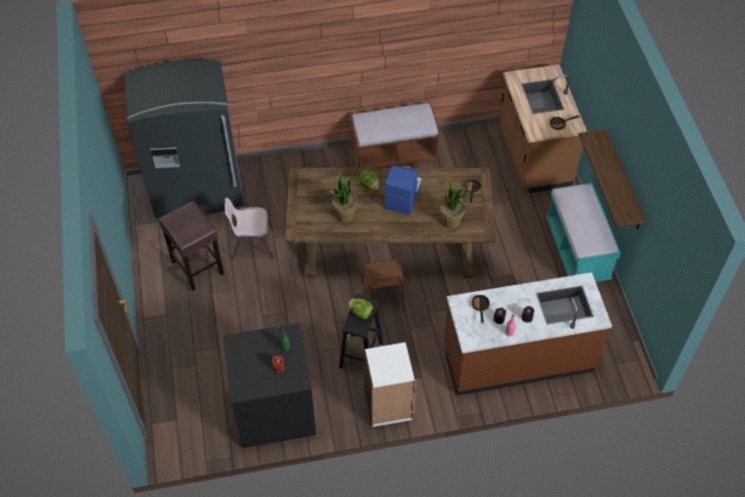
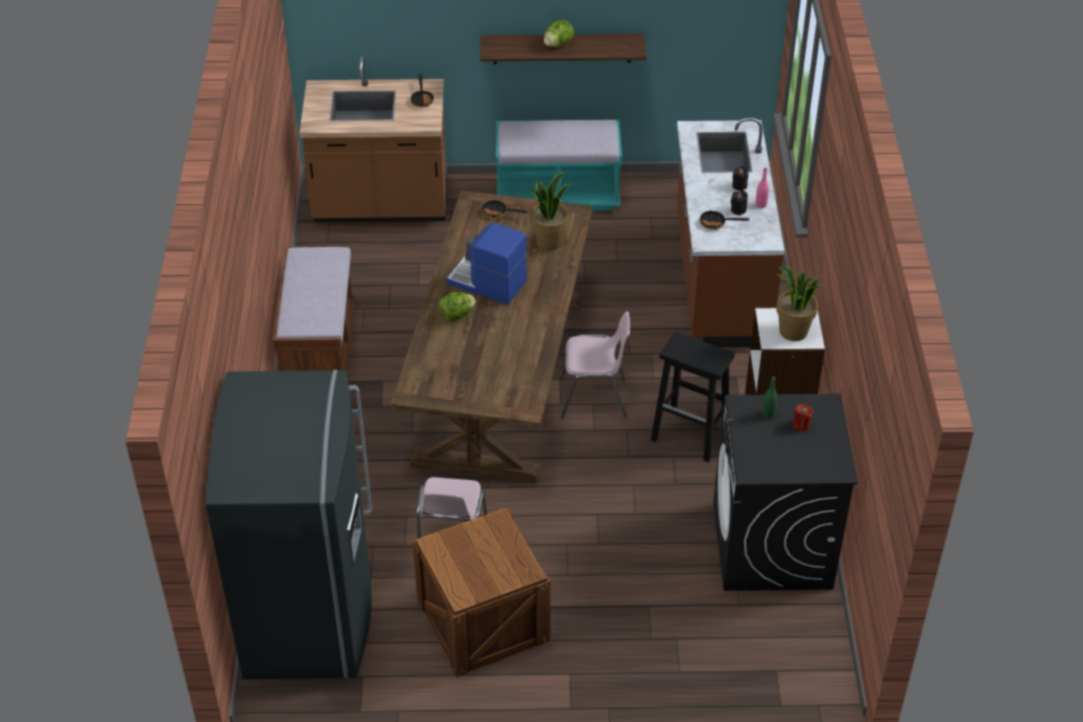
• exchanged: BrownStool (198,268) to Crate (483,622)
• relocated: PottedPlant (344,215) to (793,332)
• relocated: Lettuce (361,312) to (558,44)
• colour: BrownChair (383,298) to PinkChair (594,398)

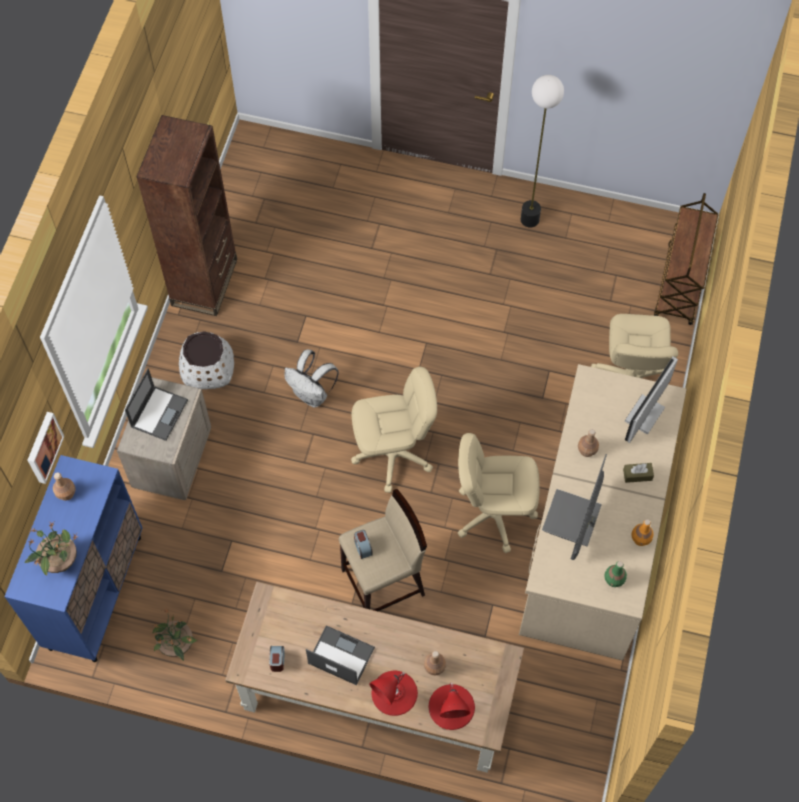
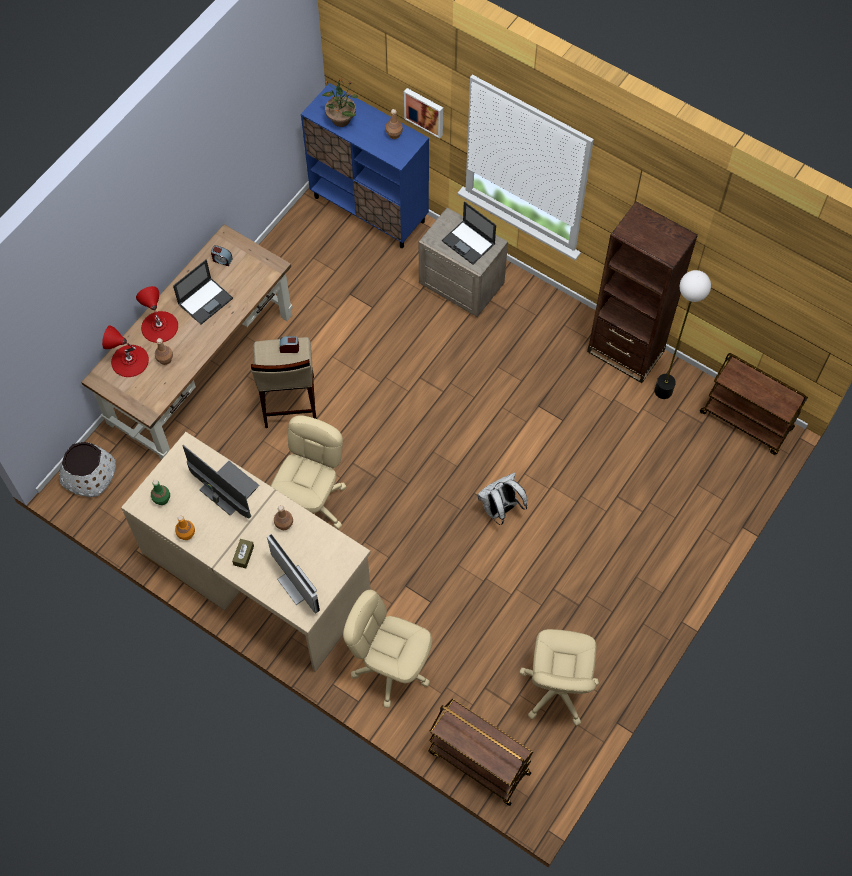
• missing: PottedPlant (177,645)
• relocated: WhitePlanter (207,367) to (89,475)
• relocated: WhiteBackpack (312,394) to (500,509)
• relocated: BeigeOfficeChair (393,455) to (557,689)
• relocated: FloorLamp (530,219) to (663,391)
• appeared: BrownCart (747,421)

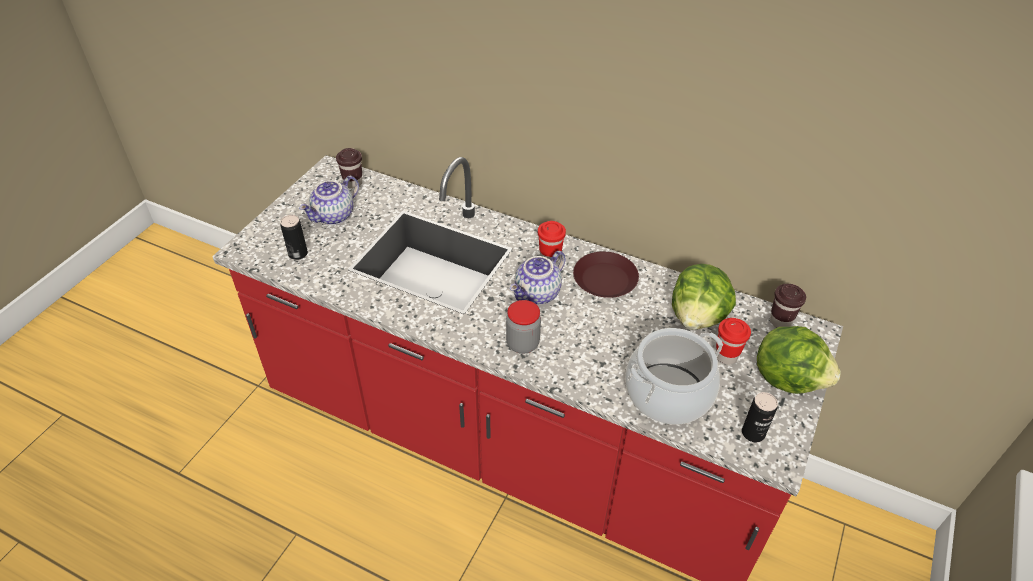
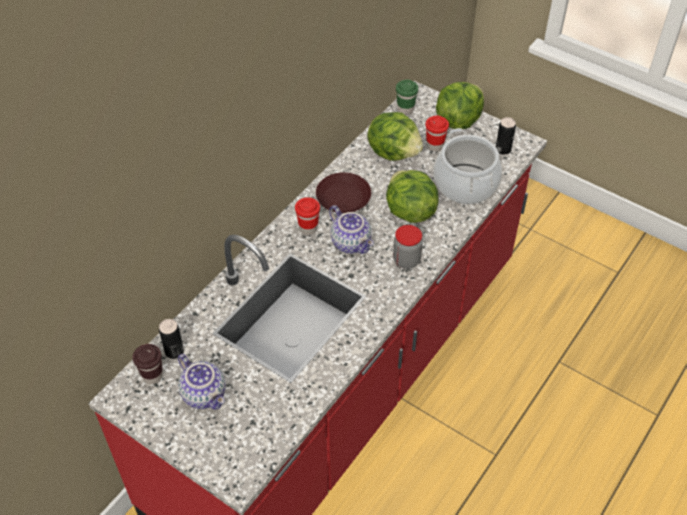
• relocated: Can (298,254) to (174,351)
• colour: BrownCup (780,321) to GreenCup (405,109)
• appeared: Lettuce (409,211)

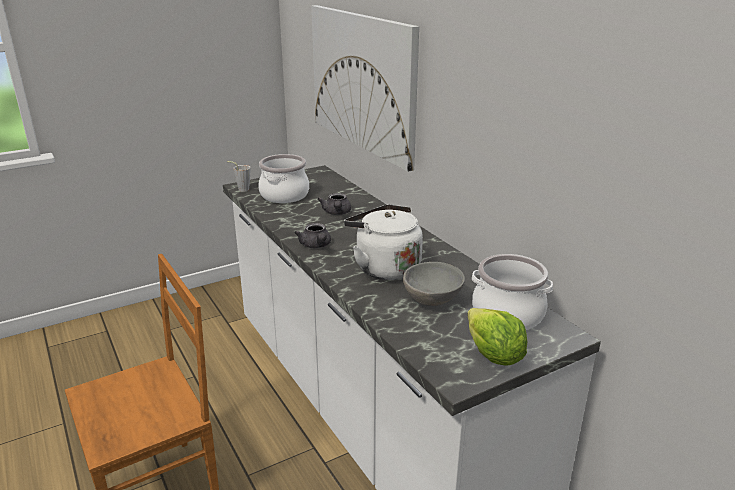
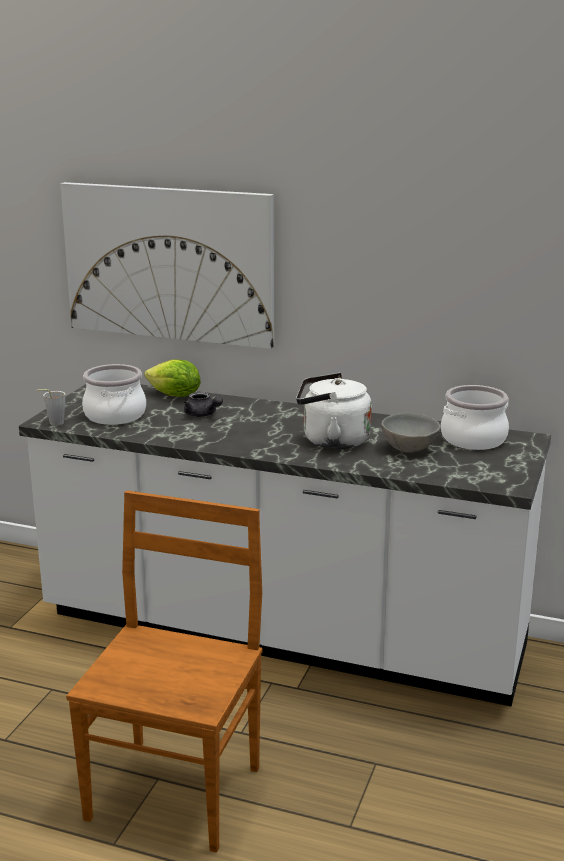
• missing: GreyTeapot (316,246)
• relocated: Lettuce (493,355) to (175,396)

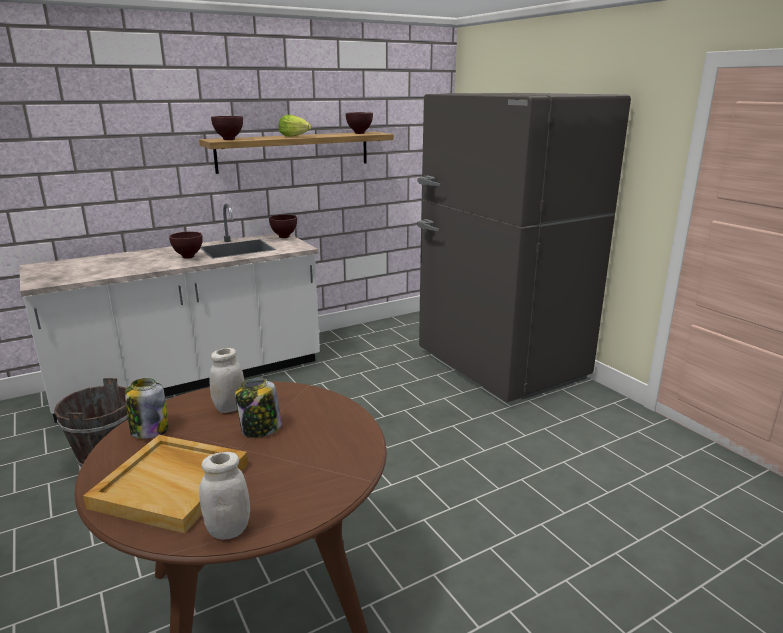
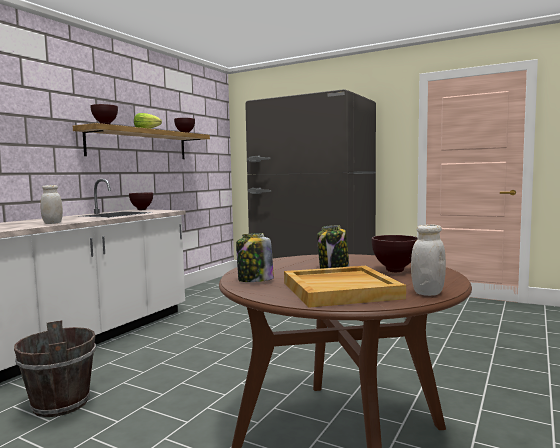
• relocated: BrownBowl (189,257) to (396,271)
• relocated: WhiteJar (230,408) to (53,223)

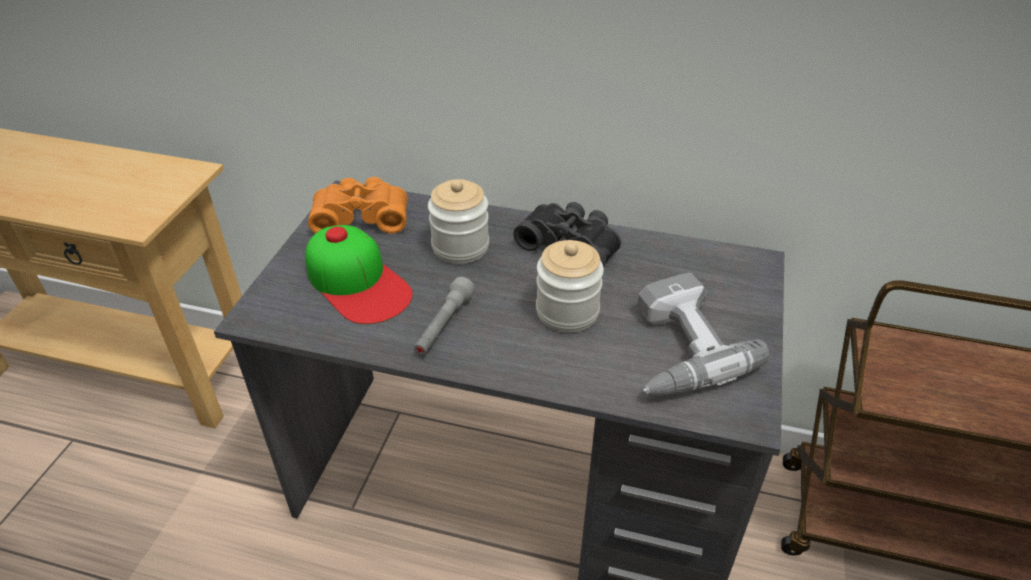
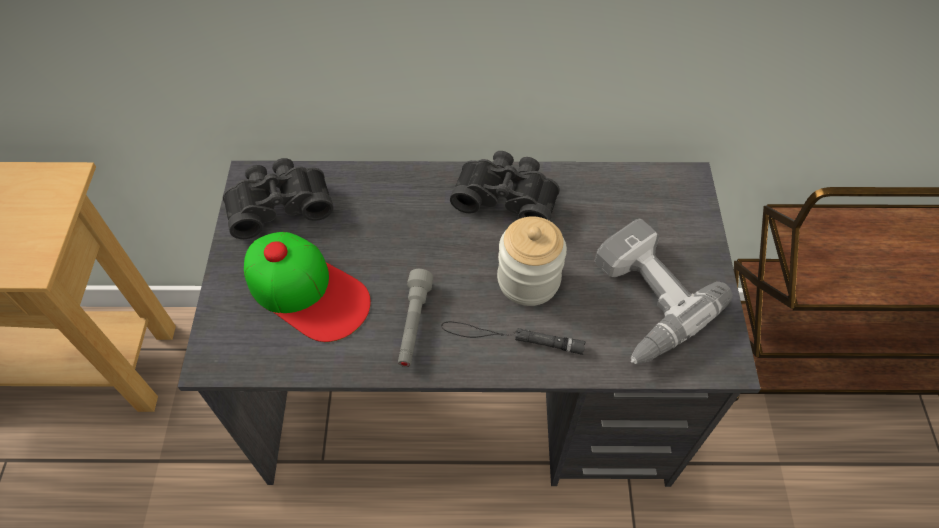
• colour: OrangeBinoculars (361,216) to BlackBinoculars (279,204)
• missing: Jar (460,247)
• appeared: BlackFlashlight (511,338)

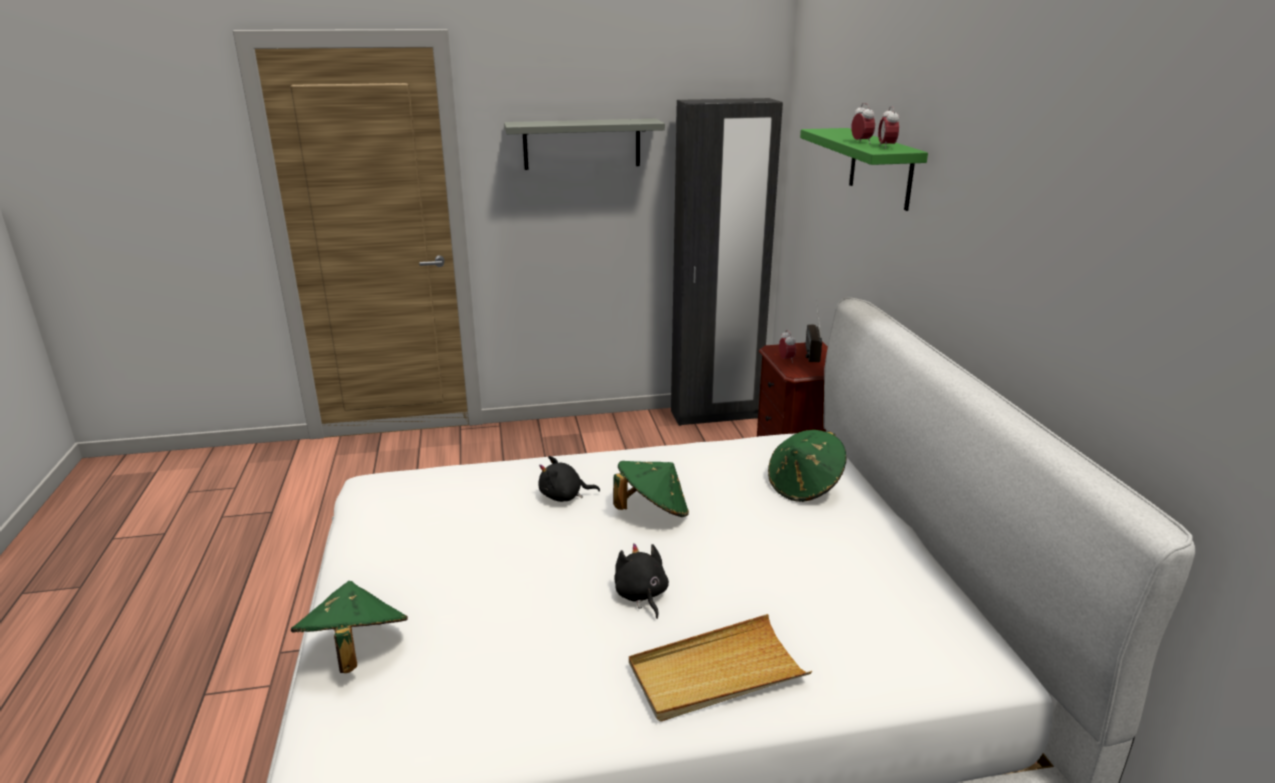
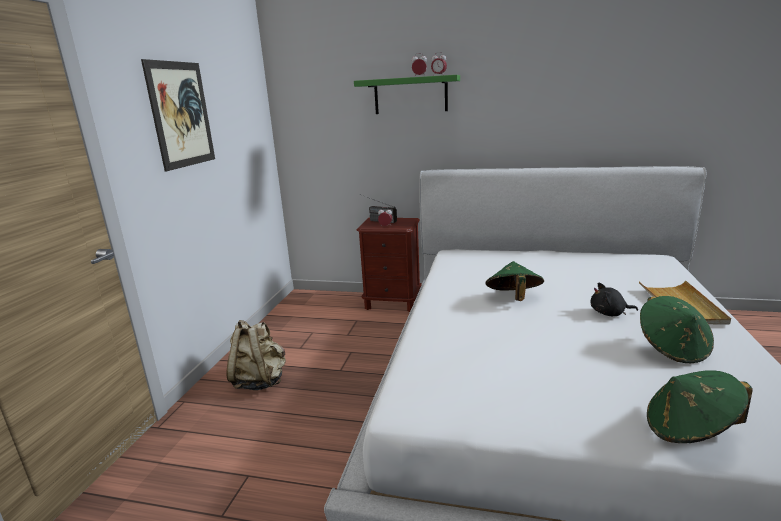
• exchanged: GreyShelf (582,144) to Picture (181,114)
• missing: BlackPlushToy (564,496)
• missing: BlackWardrobe (715,415)
• relocated: GreenHat (804,486) to (672,348)
• appeared: BeigeBackpack (260,381)

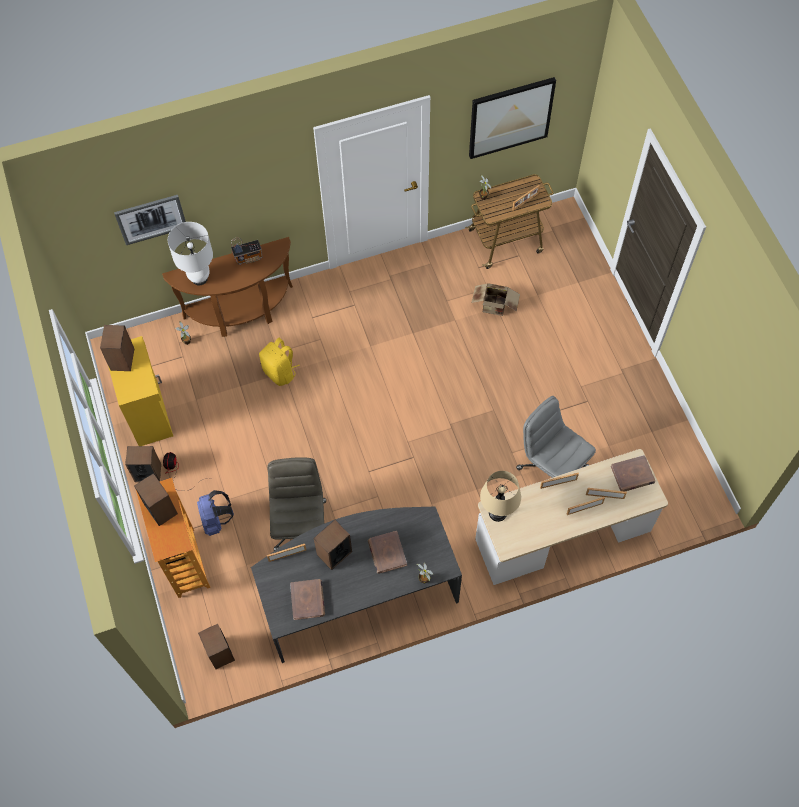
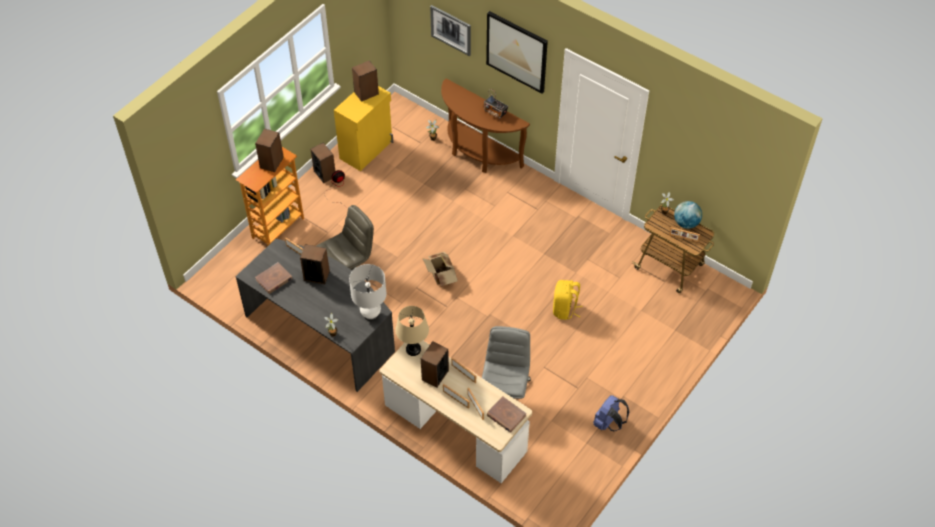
• relocated: WhiteTableLamp (199,278) to (371,315)
• relocated: BlueBackpack (216,520) to (608,423)
• relocated: Speaker (220,653) to (435,375)
• relocated: YellowBackpack (280,372) to (565,309)
• missing: BrownBook (387,553)
• relocated: Picture (510,117) to (517,51)
• relocated: CardboardBox (494,308) to (440,277)
• appeared: Globe (686,223)

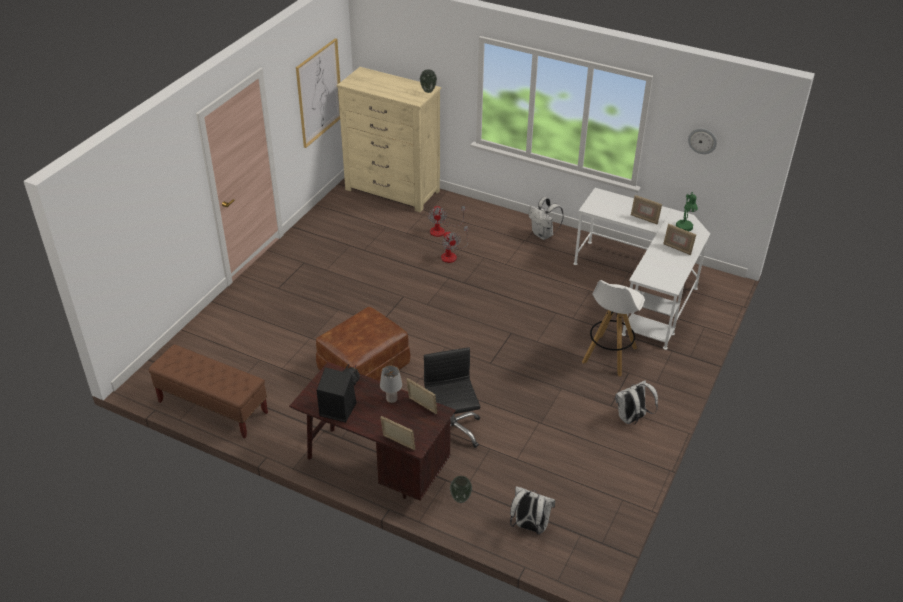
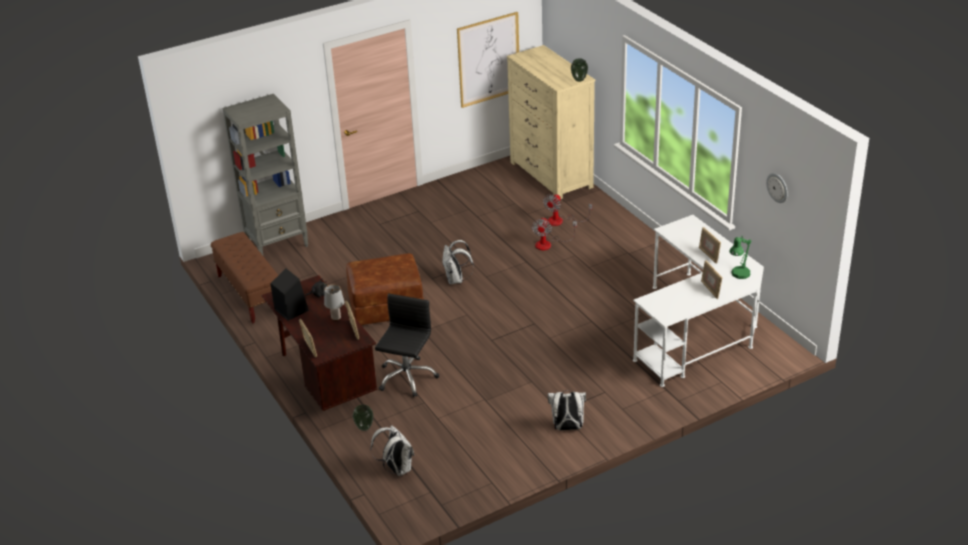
• relocated: WhiteBackpack (543,234) to (456,280)
• missing: WhiteStool (609,355)
• appeared: GreyBookcase (278,245)

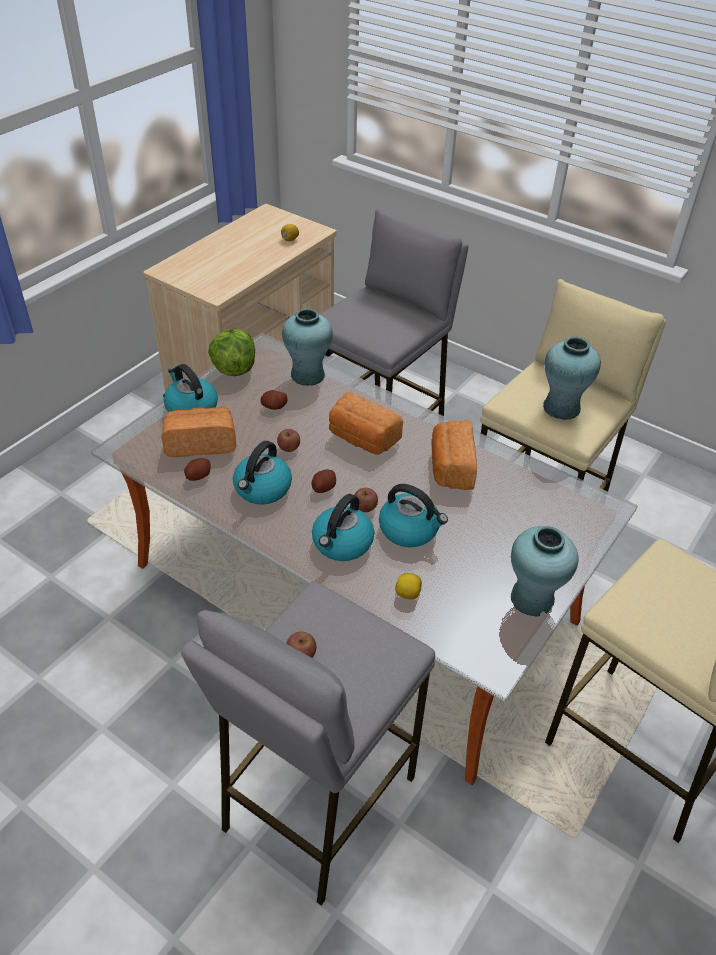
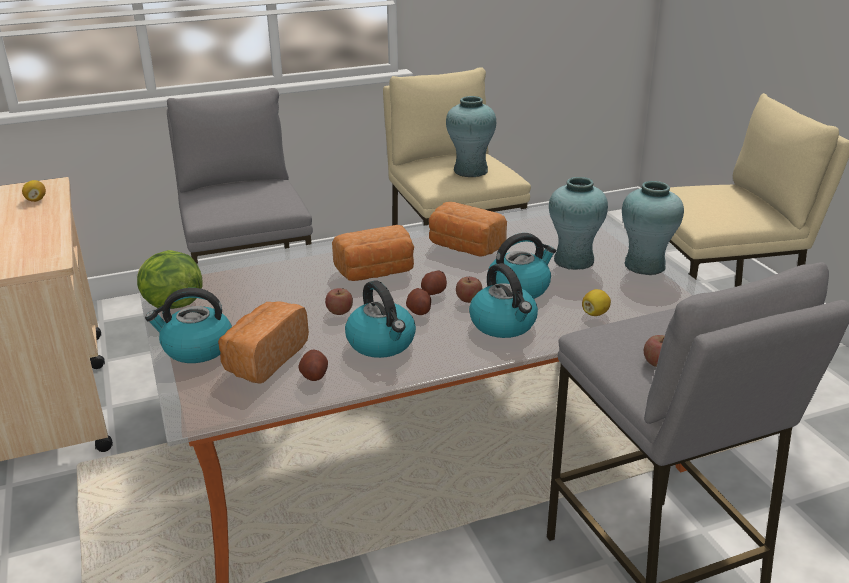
• relocated: Potato (274,406) to (434,292)
• relocated: TurquoiseVase (307,375) to (573,260)

